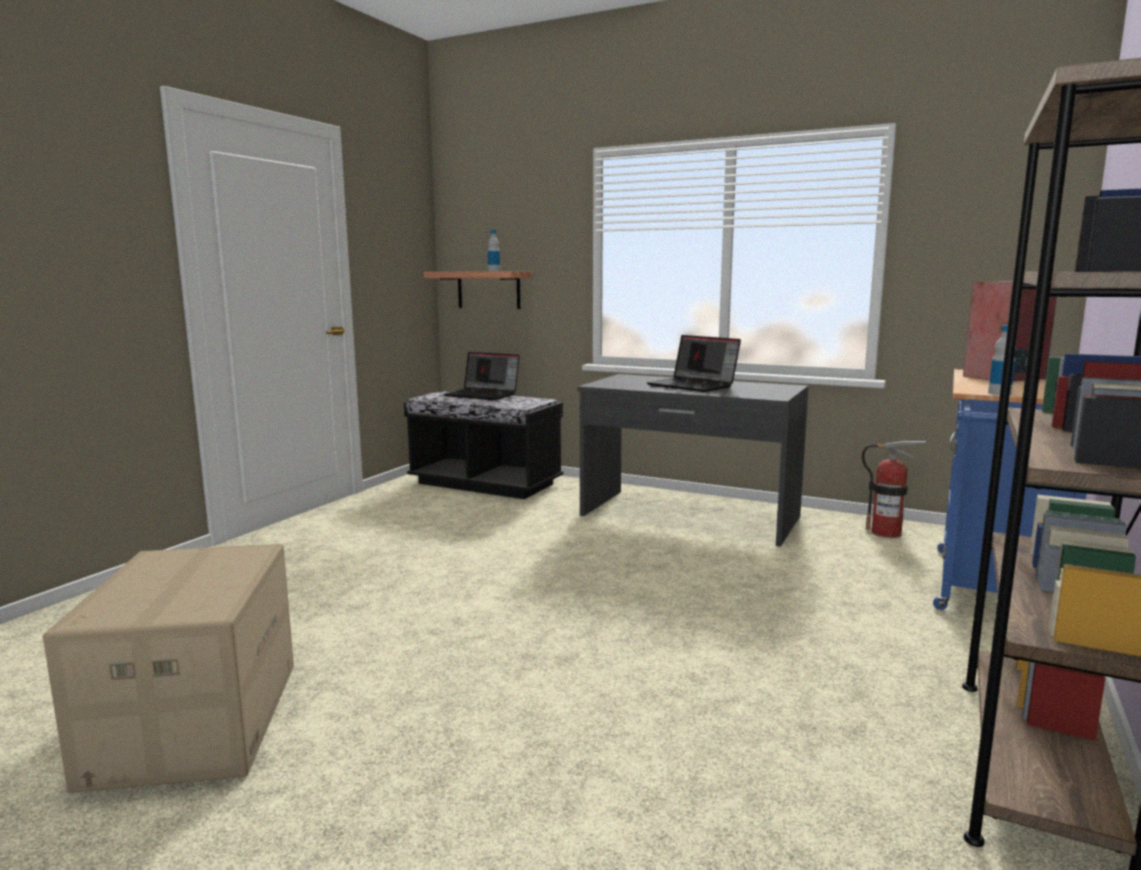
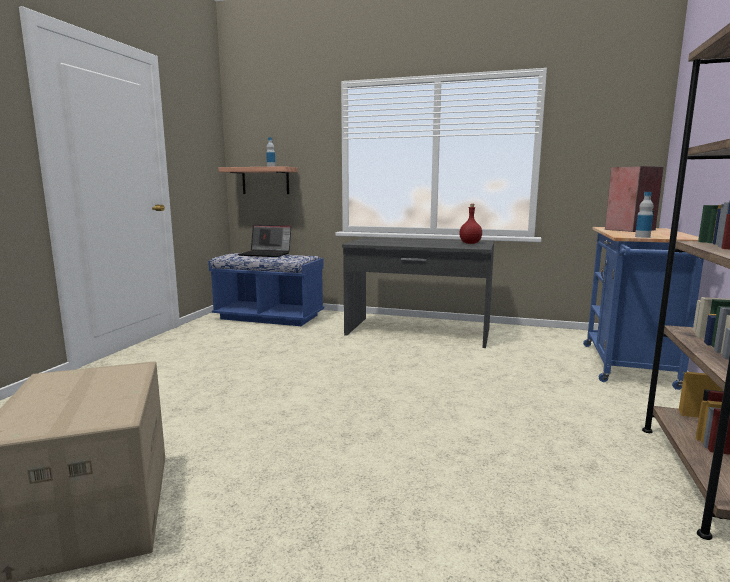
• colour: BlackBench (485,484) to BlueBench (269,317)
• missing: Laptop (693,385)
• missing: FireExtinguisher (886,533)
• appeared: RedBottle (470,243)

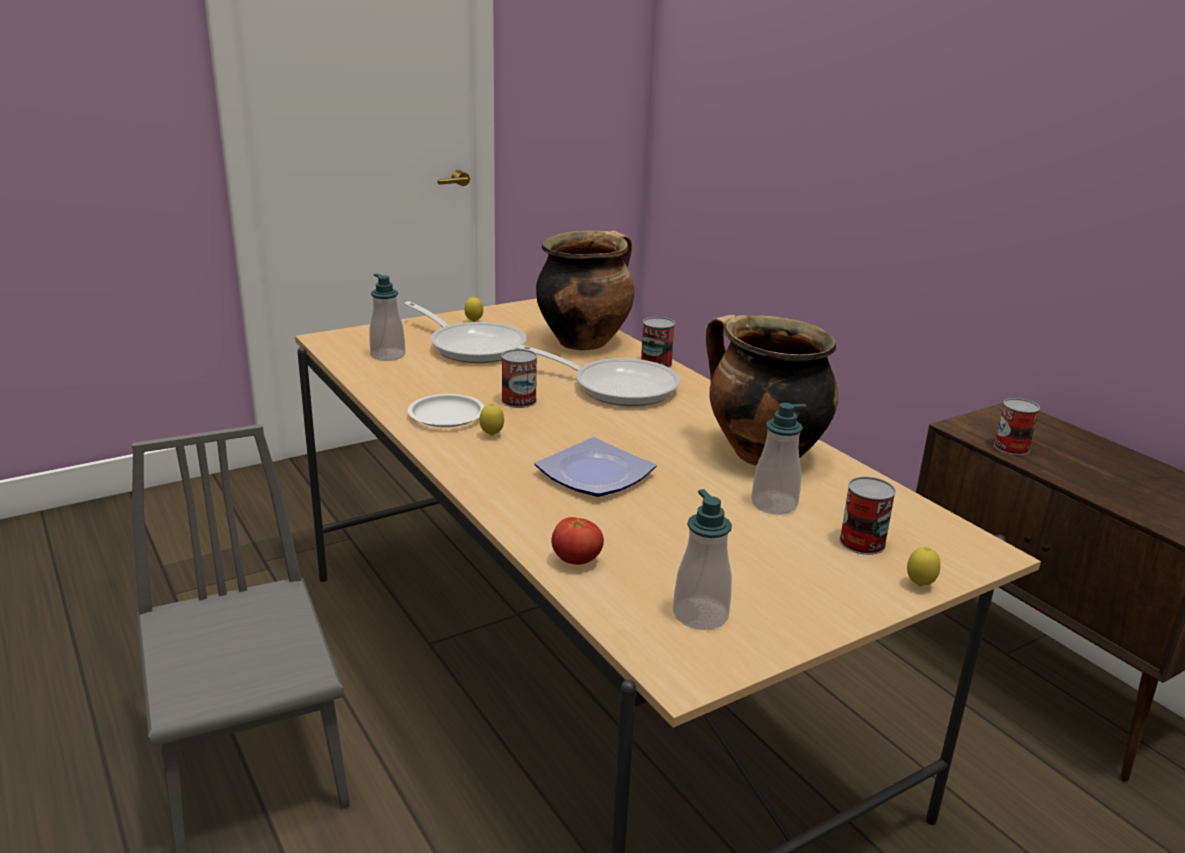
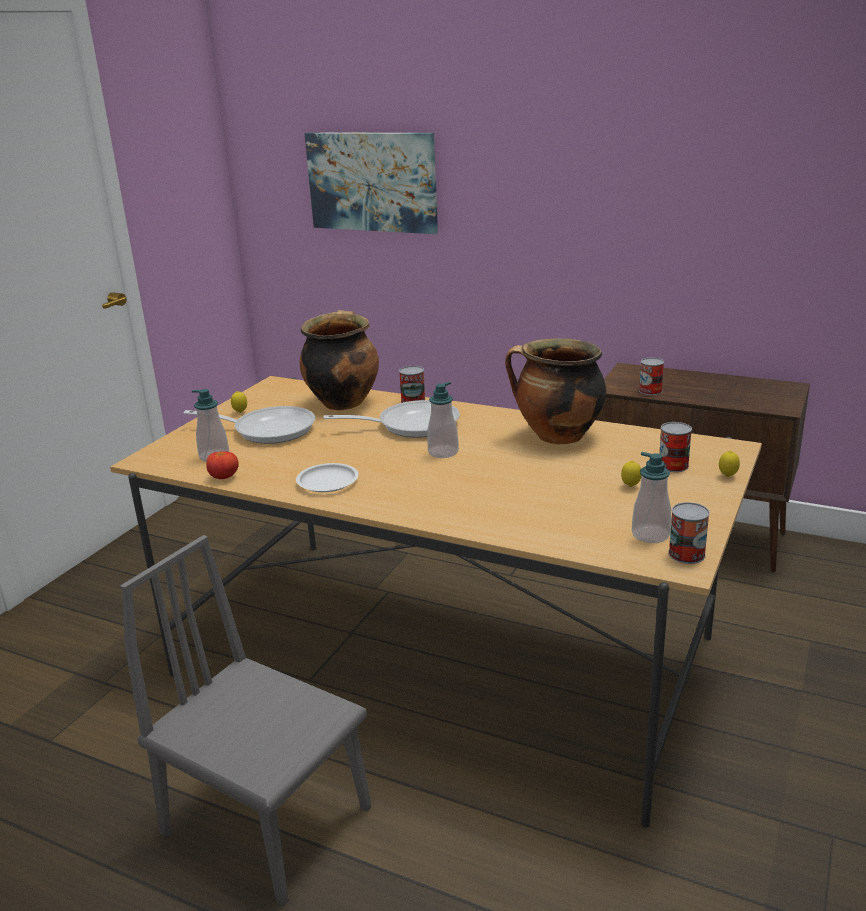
• relocated: Lemon (492,435) to (630,486)
• relocated: Can (519,400) to (686,554)
• missing: Plate (597,474)
• relocated: Tomato (576,561) to (224,478)
• relocated: SoapDispenser (774,504) to (443,452)
• appeared: Picture (372,182)

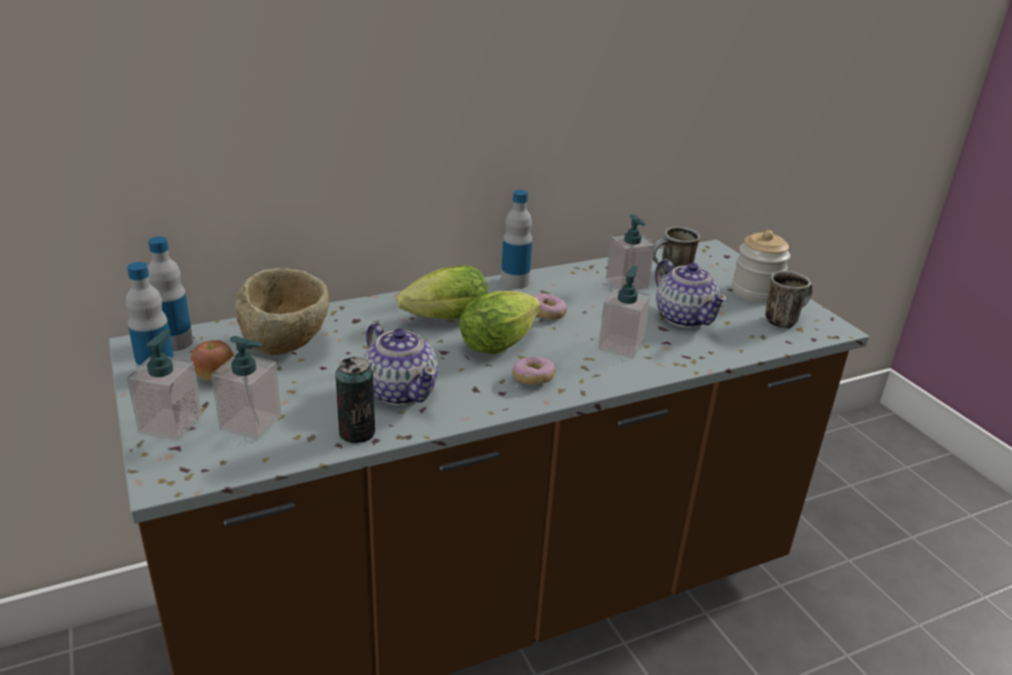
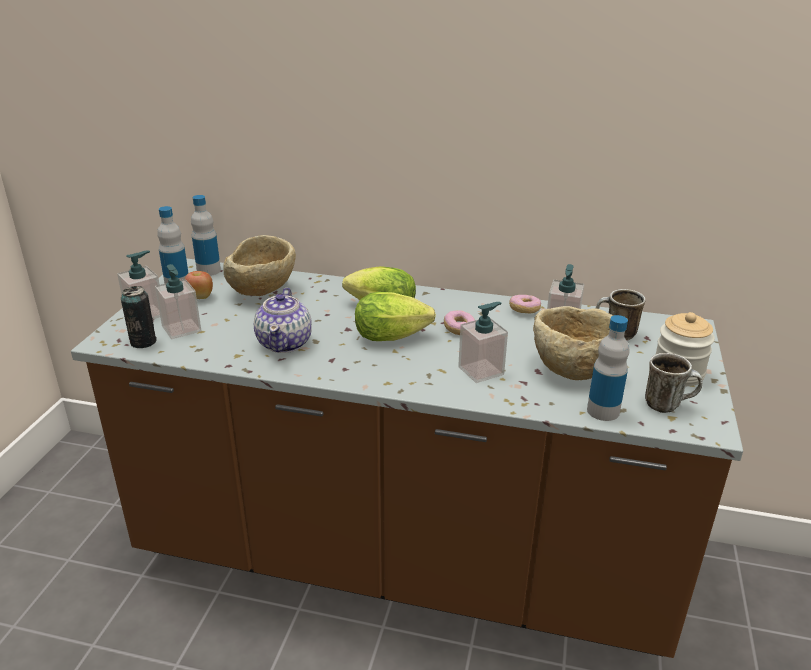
• relocated: Can (357,433) to (143,342)
• relocated: Bottle (515,282) to (603,411)
• relocated: Donut (533,379) to (524,310)
• exchanged: Teapot (684,317) to BeigeBowl (571,370)

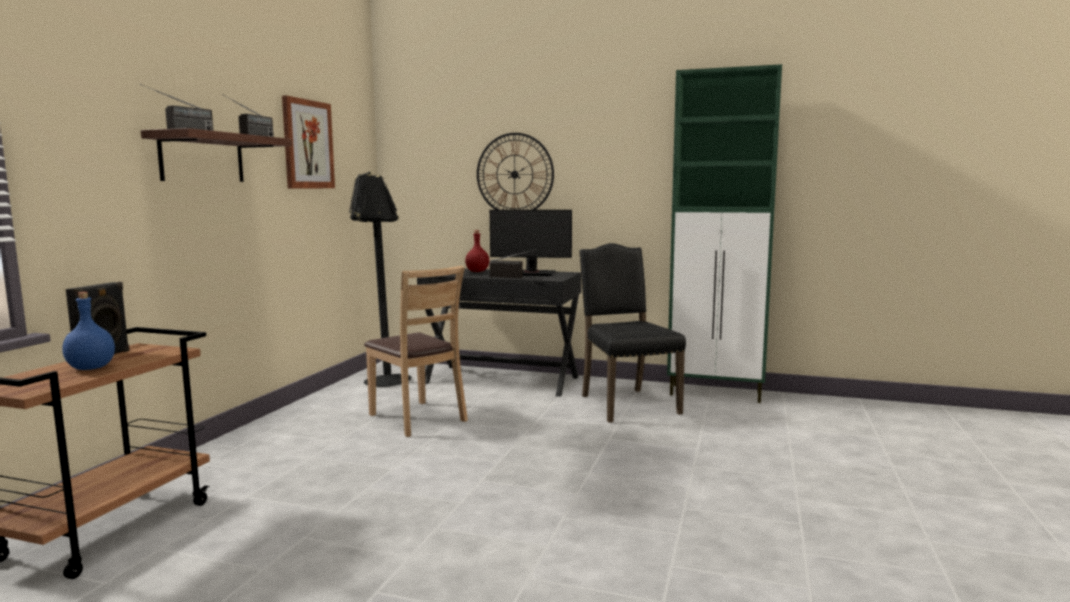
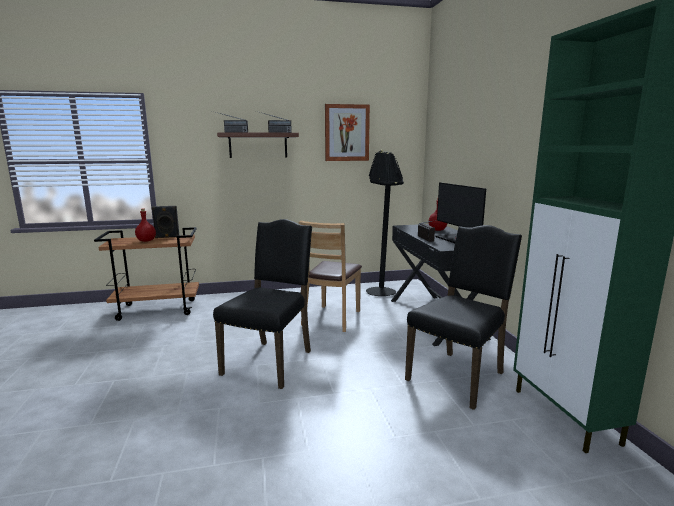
• colour: BlueBottle (91,368) to RedBottle (146,241)
• missing: WallClock (514,174)
• appeared: BlackChair (270,361)

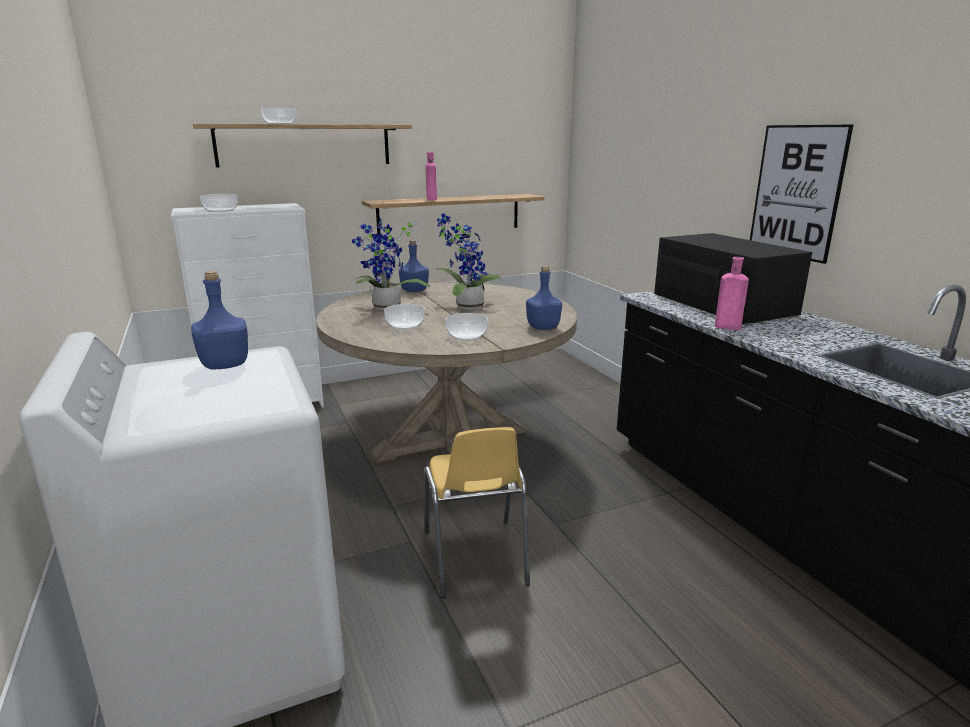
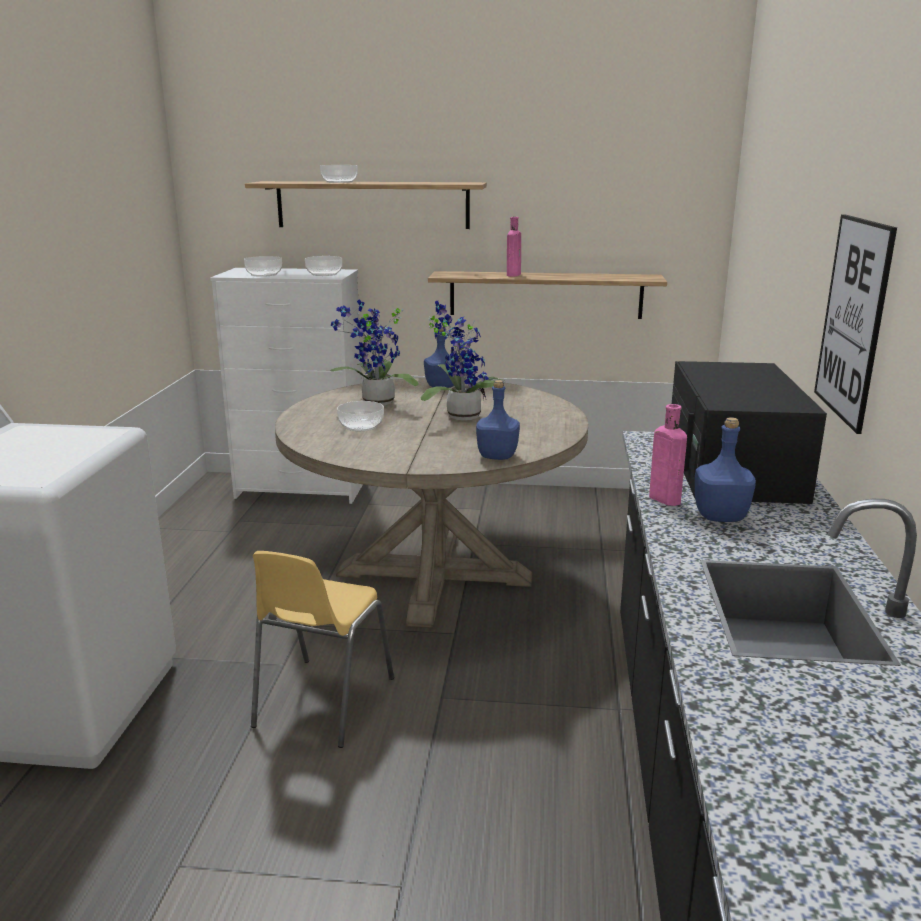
• relocated: BlueBottle (225,365) to (720,517)
• relocated: Bowl (466,336) to (324,274)

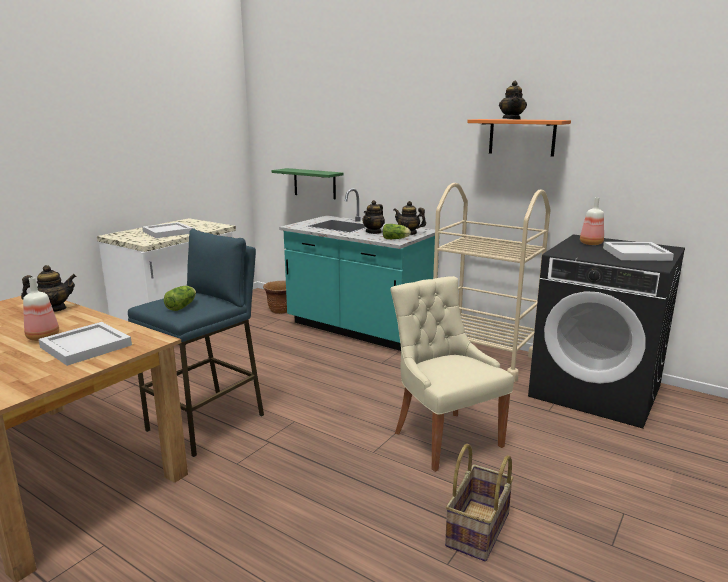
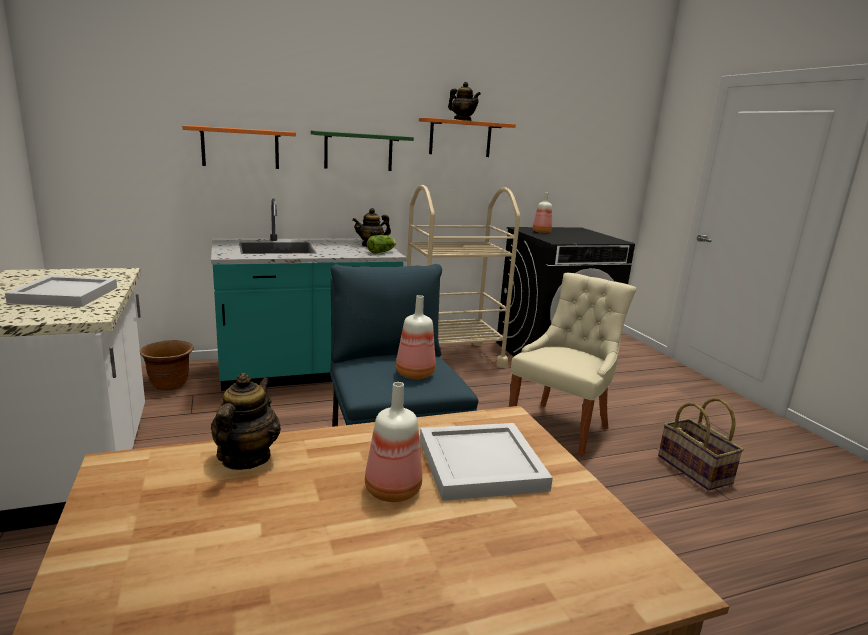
• exchanged: Lettuce (183,306) to Bottle (415,374)
• relocated: GreenShelf (314,183) to (358,151)
• missing: Teapot (373,232)
• spun: BeigeChair (444,437) = (561,426) 120 degrees clockwise
• missing: WhiteTray (635,254)
• appeared: OrangeShelf (240,148)

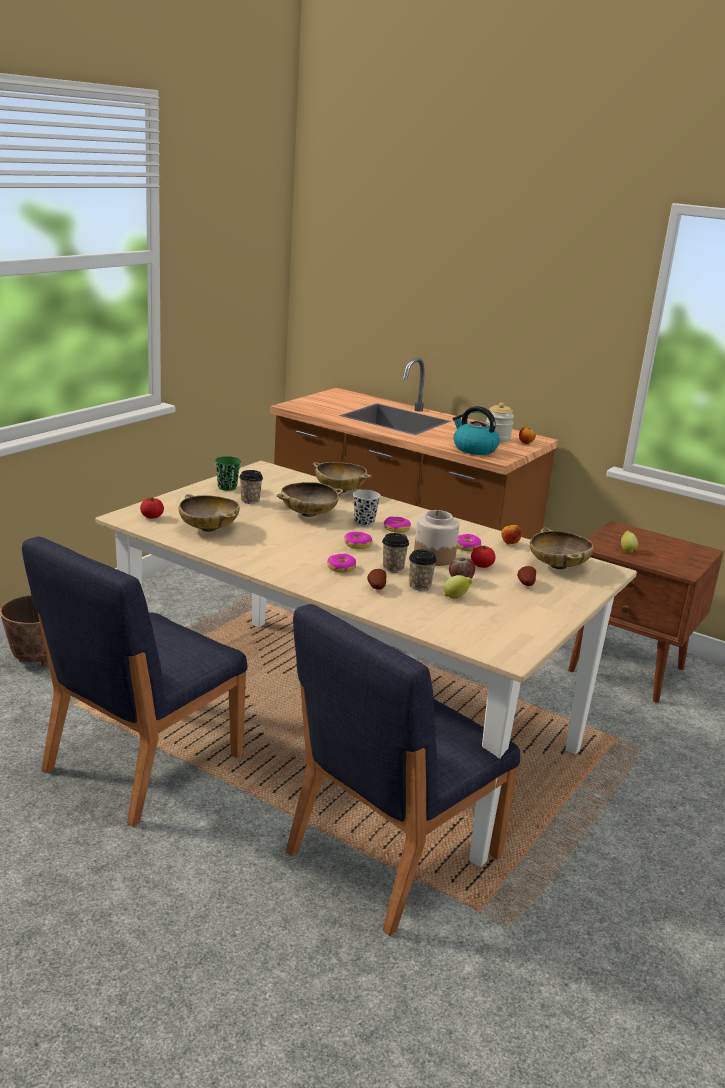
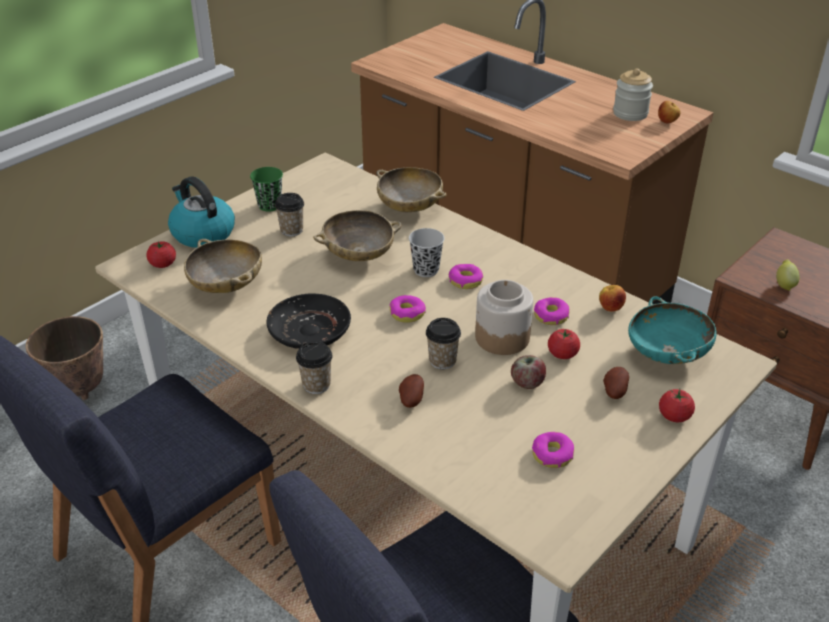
• relocated: Donut (341,568) to (552,455)
• relocated: Cup (420,586) to (316,385)
• missing: Lemon (456,597)
• relocated: Kettle (474,449) to (202,233)
• colour: BeigeBowl (558,566) to TurquoiseBowl (667,354)
• appeared: BlackPlate (310,331)
• appeared: Tomato (674,416)

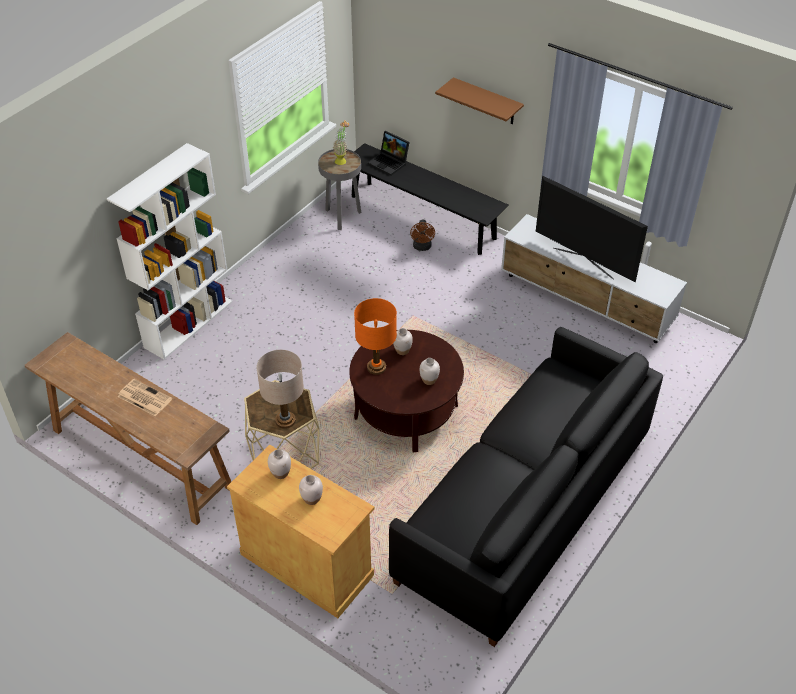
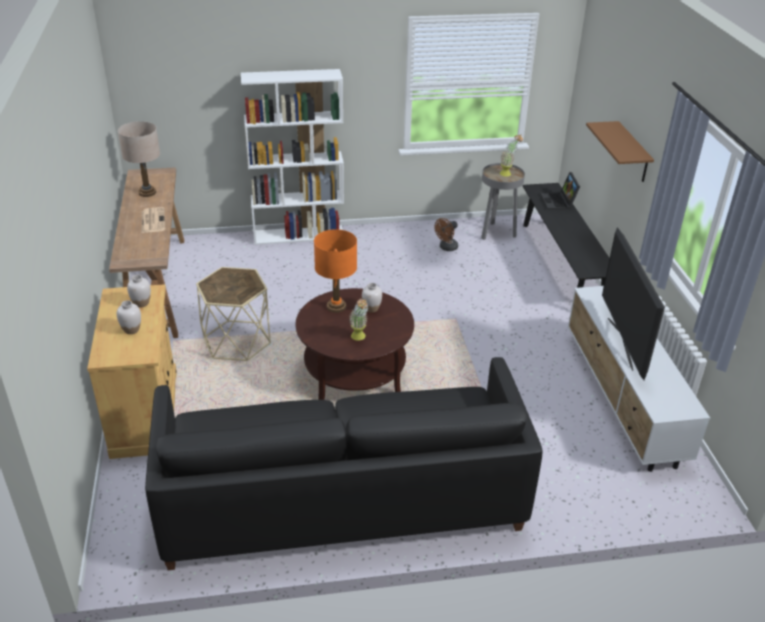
• relocated: BeigeTableLamp (285,420) to (147,193)
• relocated: BrownFan (422,247) to (446,248)
• exchanged: WhiteVase (429,380) to PottedPlant (359,338)

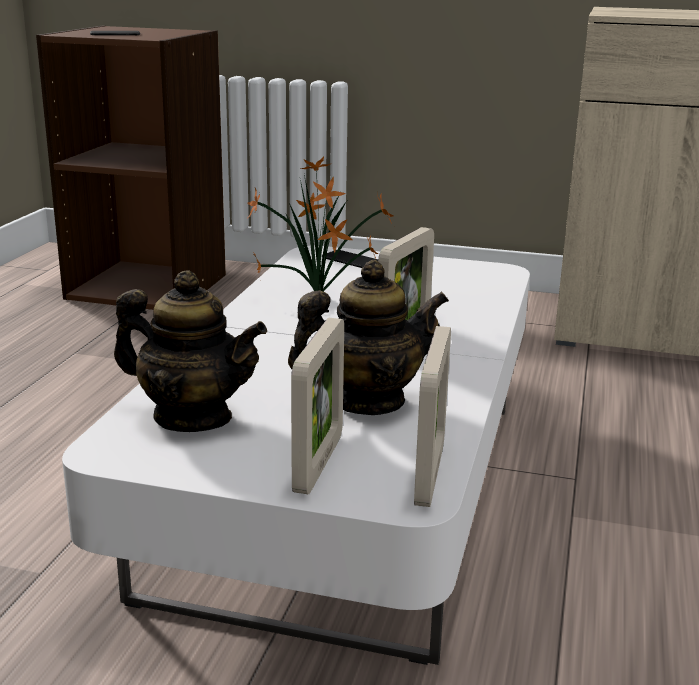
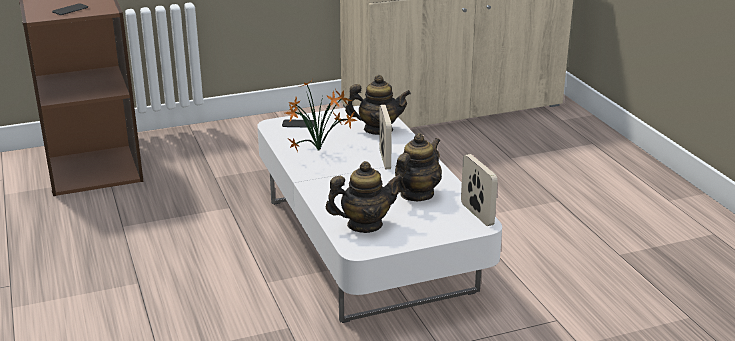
• missing: PictureFrame (318,464)
• appeared: Teapot (378,130)

